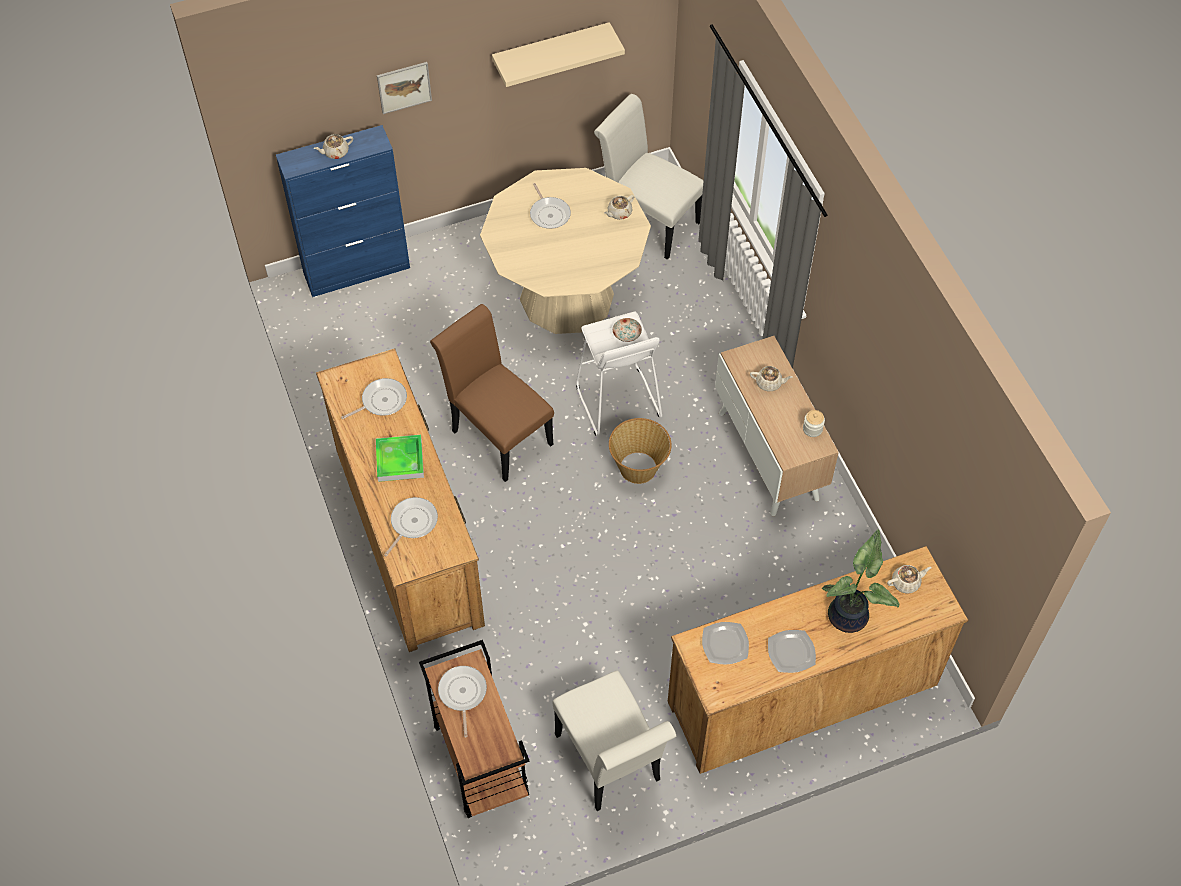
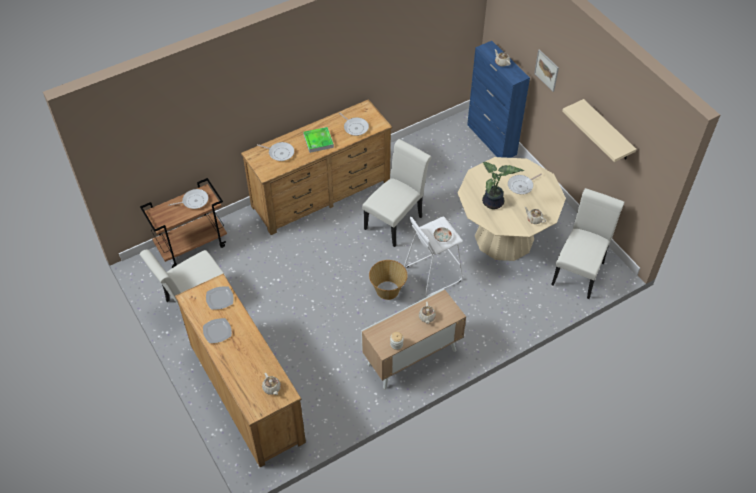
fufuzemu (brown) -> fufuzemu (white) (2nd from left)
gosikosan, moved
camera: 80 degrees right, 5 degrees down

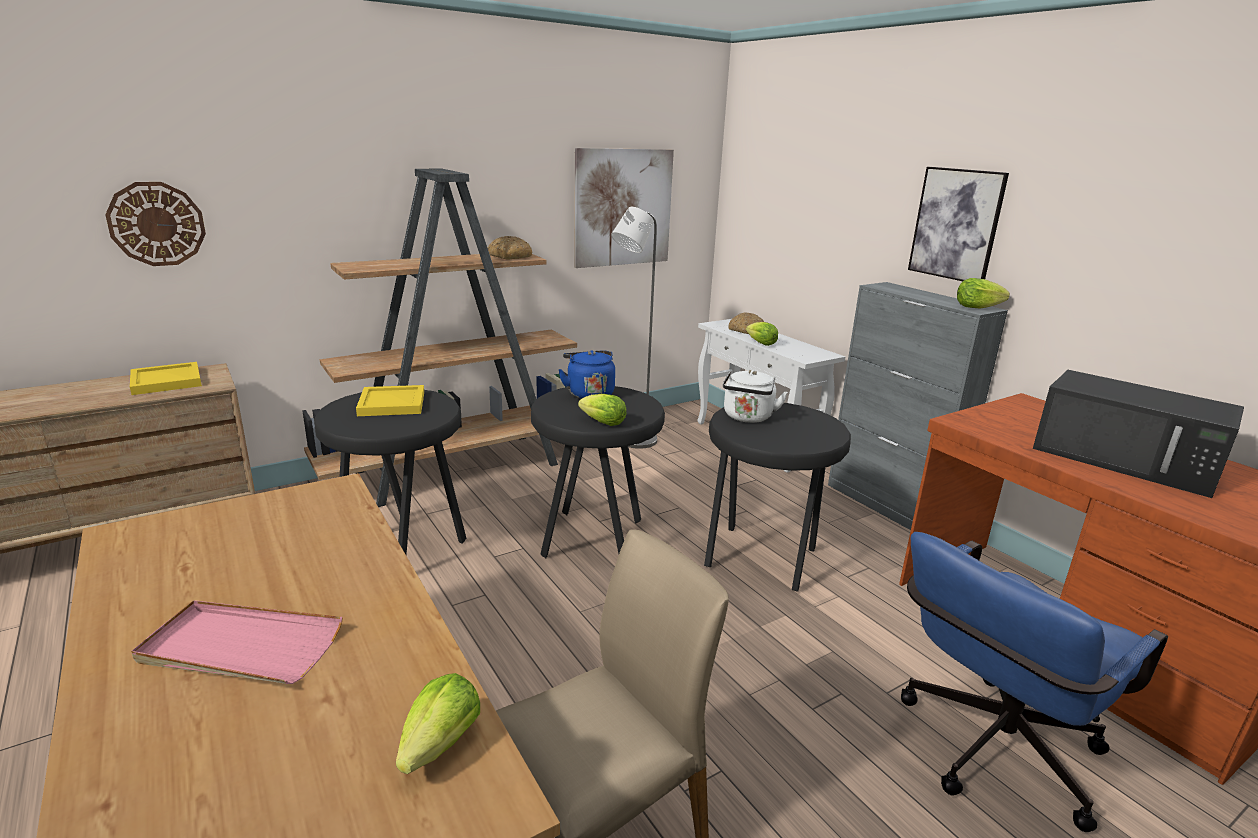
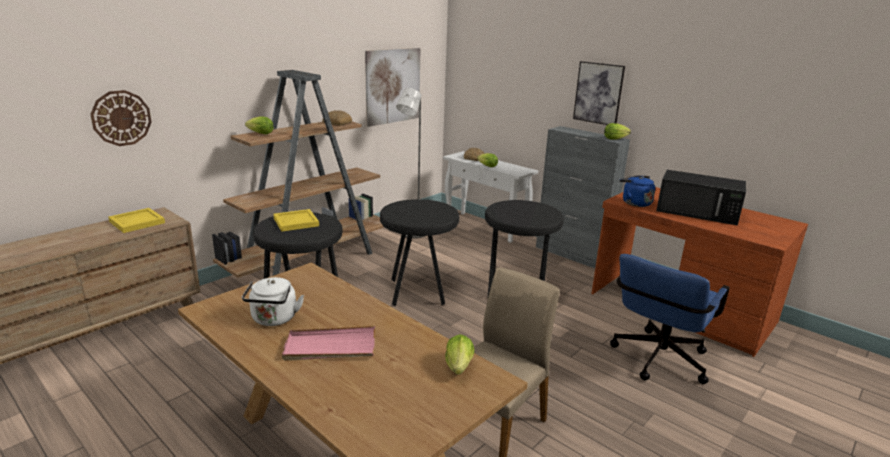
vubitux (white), moved
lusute (2nd from left in the first image) -> lusute (1st from left), moved
vubitux (blue), moved
camera: 15 degrees left, 0 degrees up

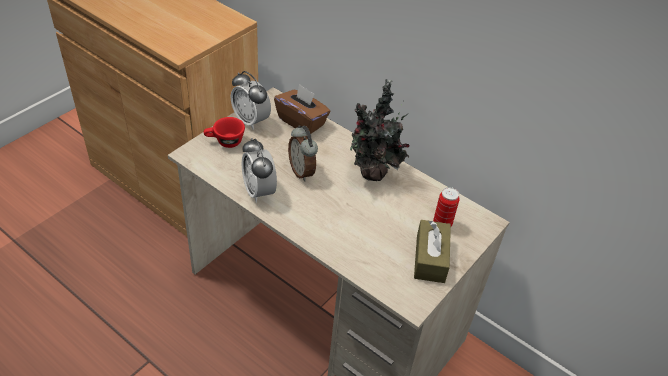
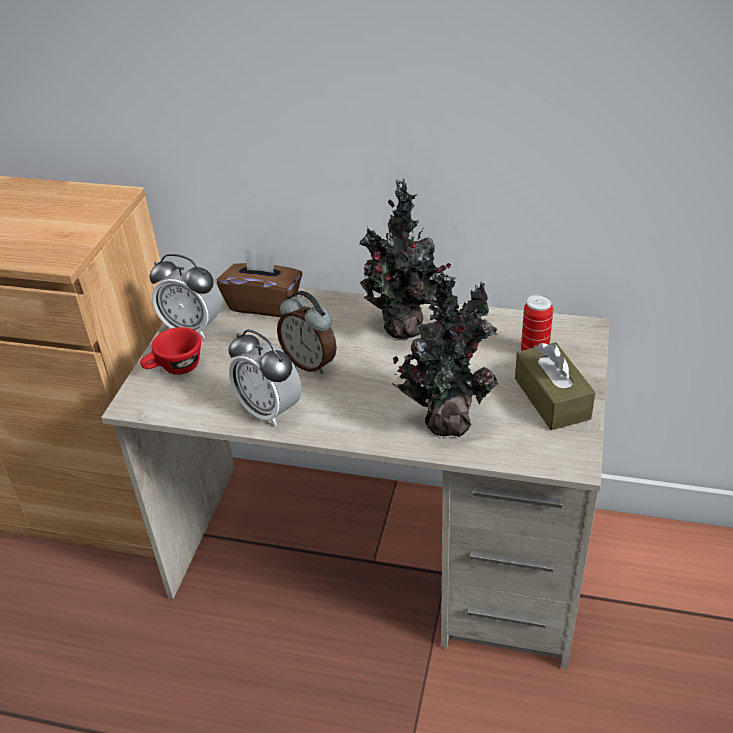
none -> gosikosan (2nd from left)
camera: 20 degrees left, 5 degrees down

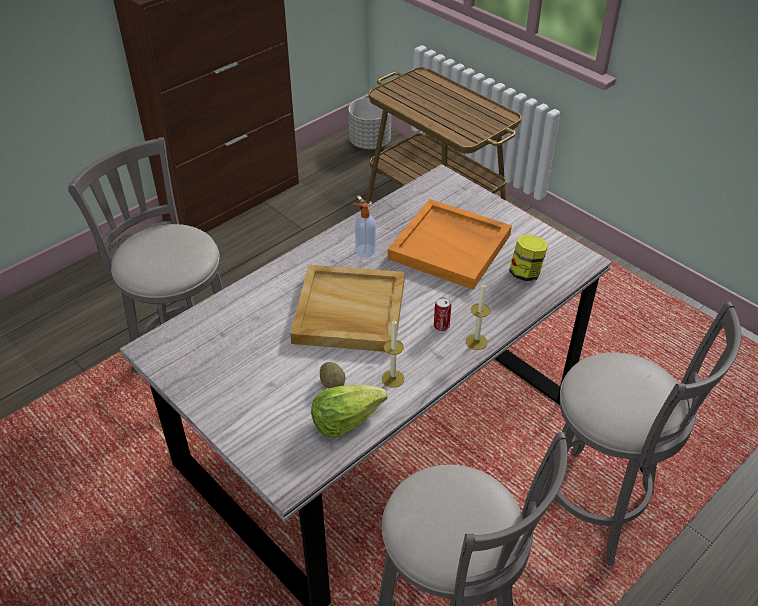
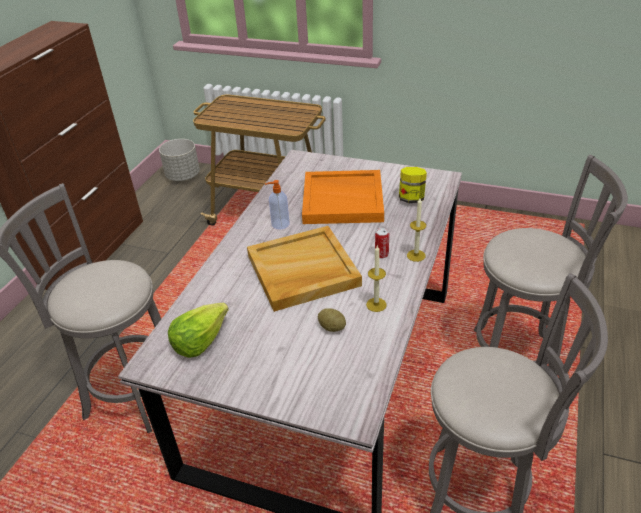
lusute, moved
camera: 25 degrees left, 5 degrees down

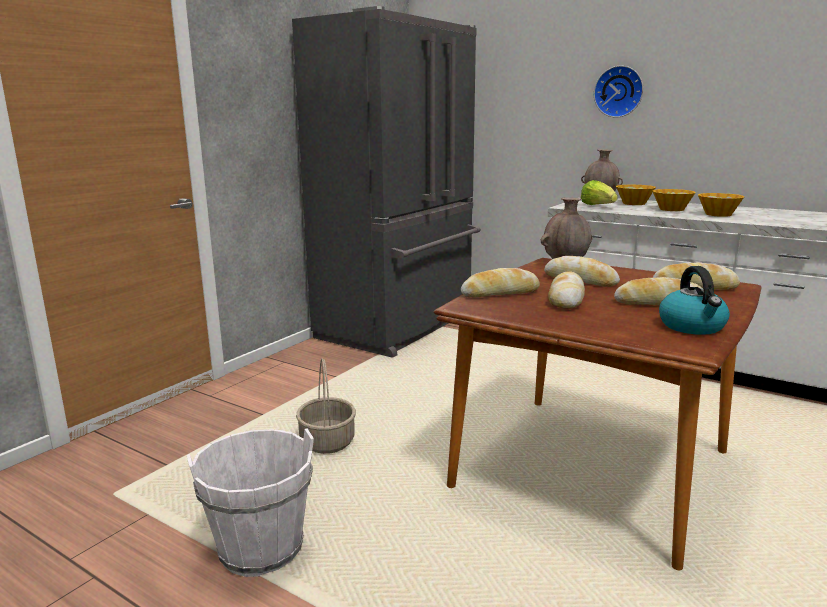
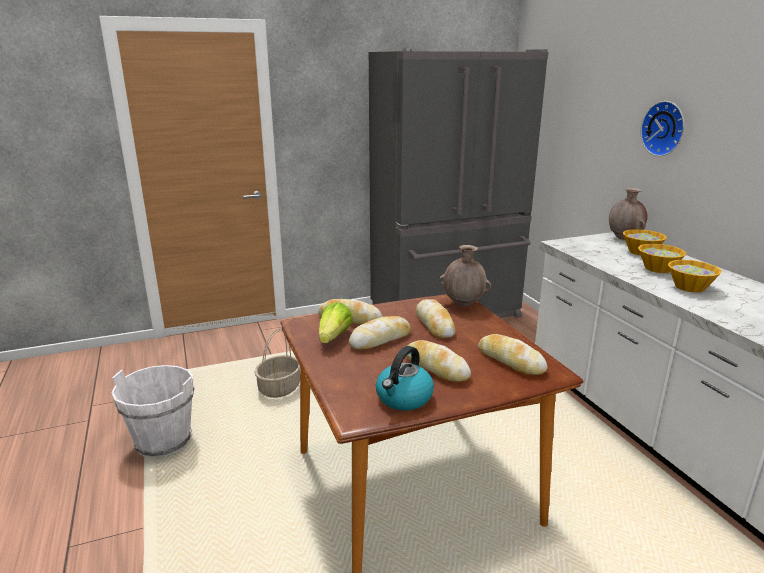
lusute, moved
camera: 35 degrees right, 5 degrees up

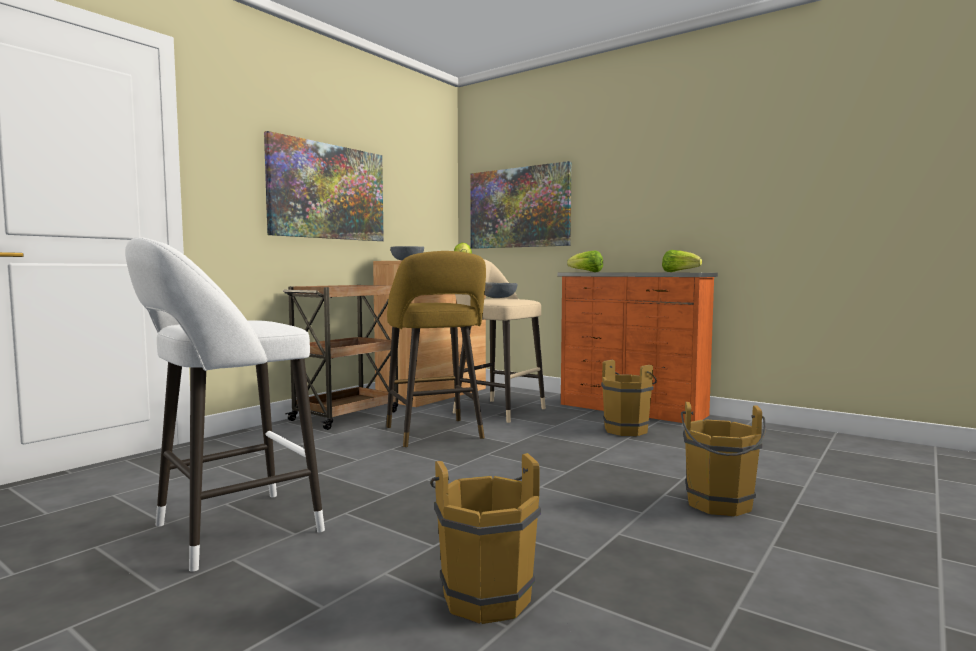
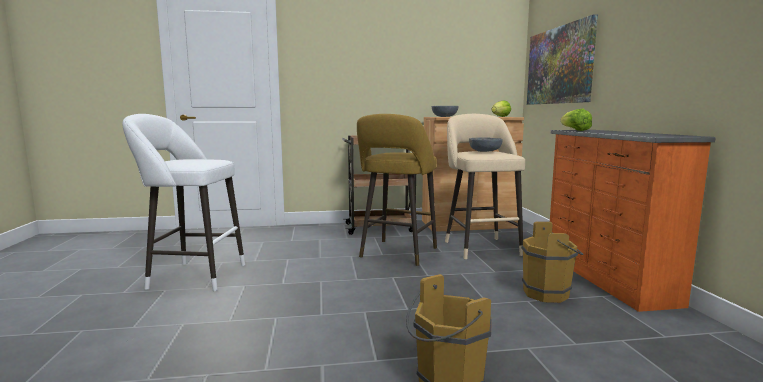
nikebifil (1st from left) -> none
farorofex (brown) (1st from left) -> none
lusute (3rd from left) -> none
camera: 45 degrees right, 5 degrees up

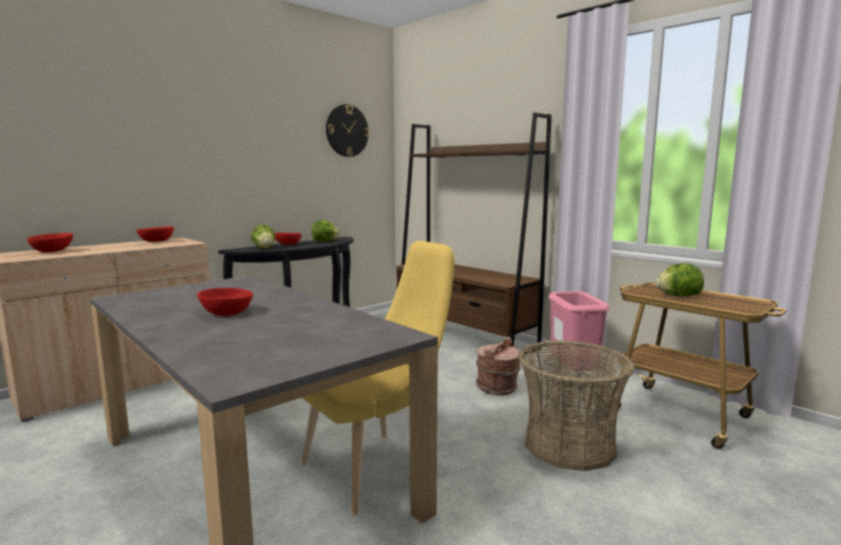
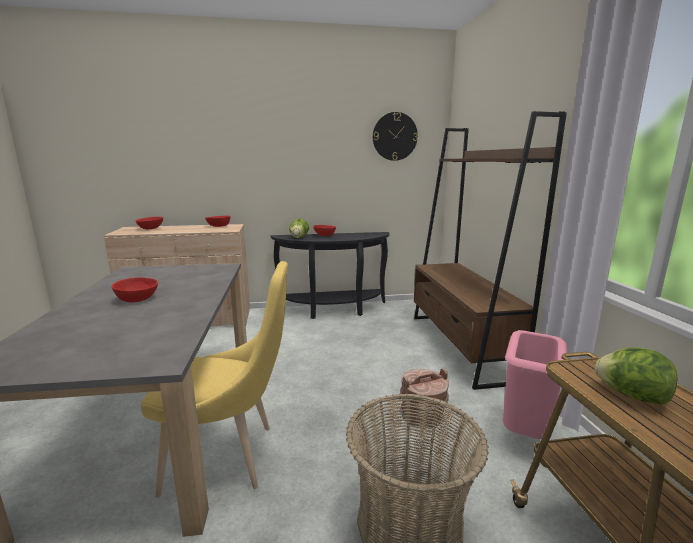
lusute (2nd from left) -> none
camera: 35 degrees right, 5 degrees up

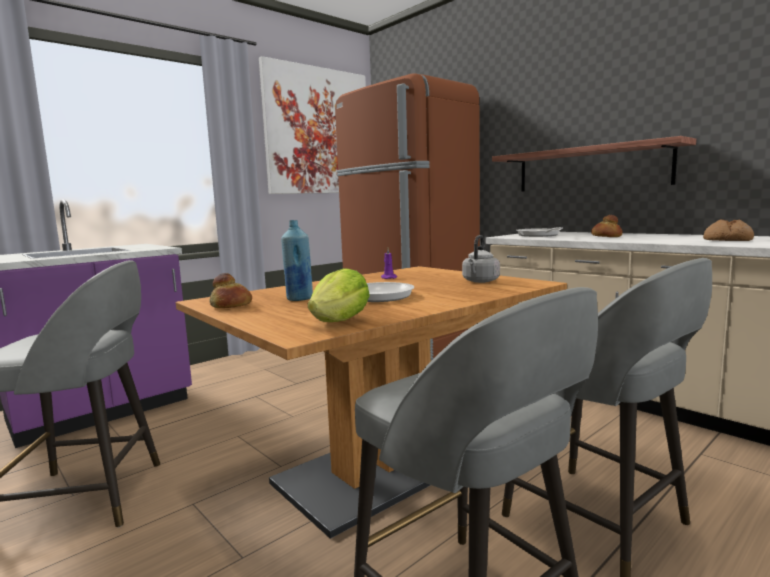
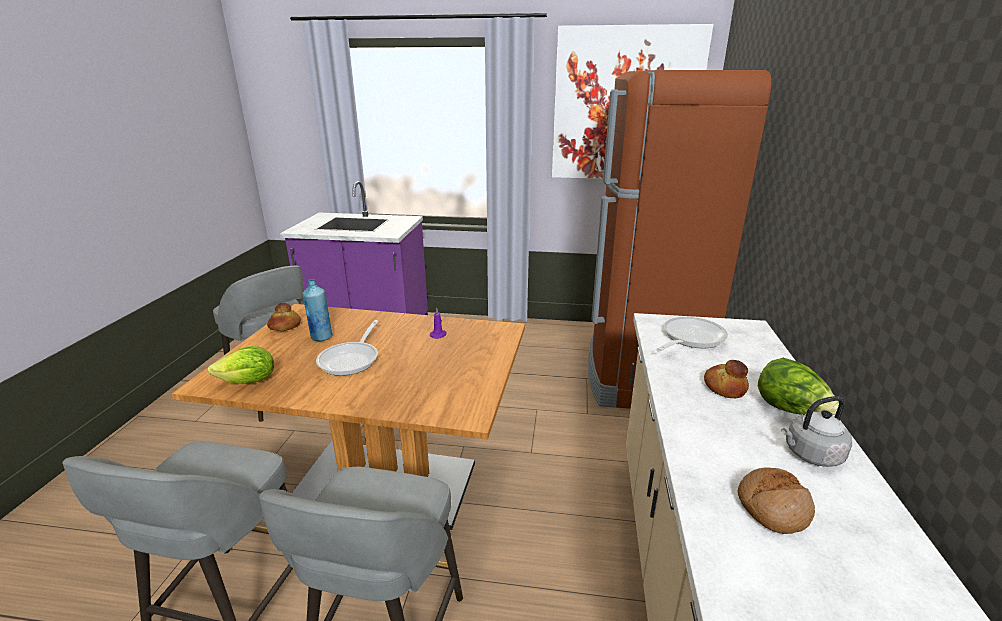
none -> lusute (2nd from left)
vubitux (grey), moved
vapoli -> none
camera: 50 degrees right, 15 degrees up

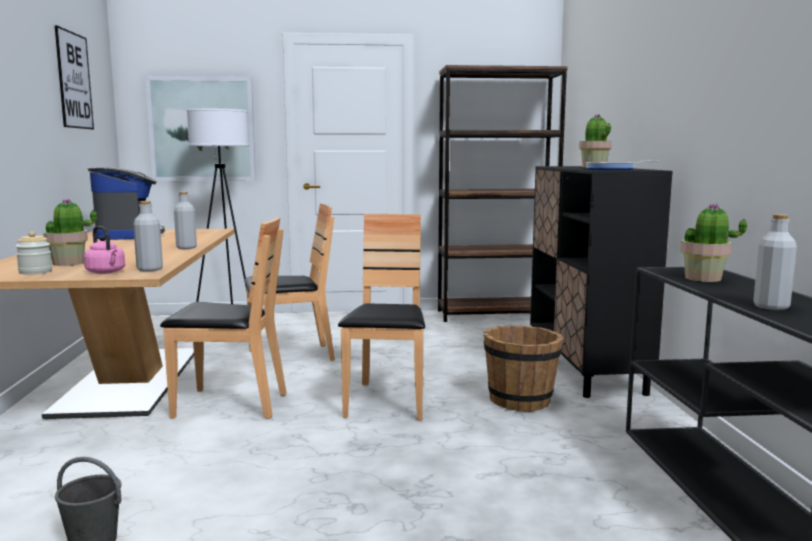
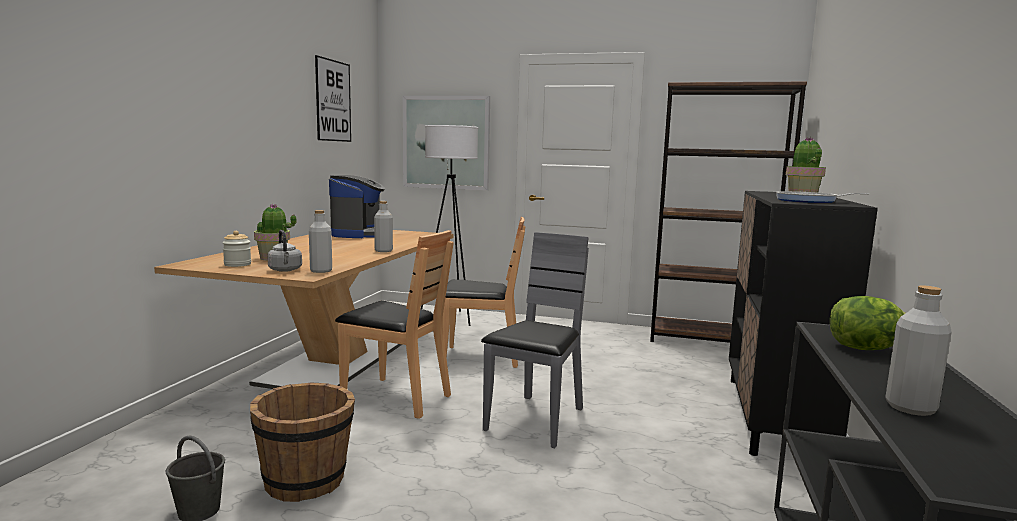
farorofex (brown), moved
vubitux (pink) -> vubitux (grey)
fufuzemu (brown) (3rd from left) -> fufuzemu (grey)
gosikosan (3rd from left) -> lusute
camera: 20 degrees right, 0 degrees up

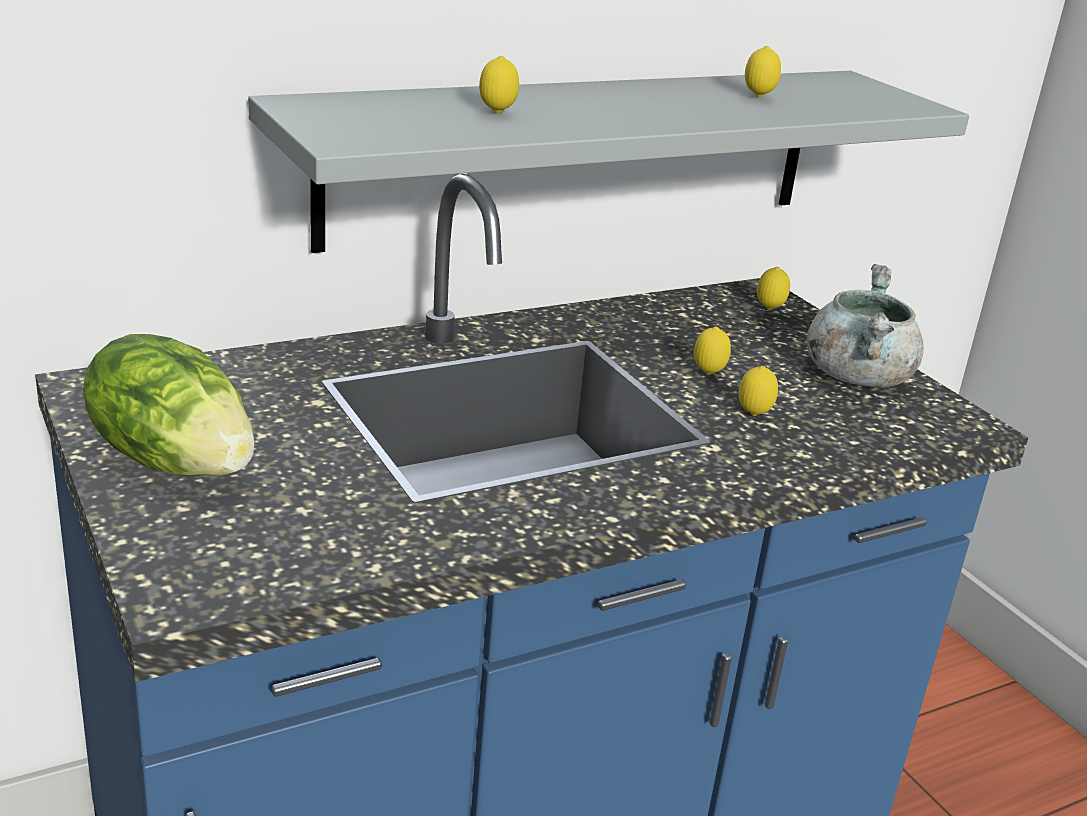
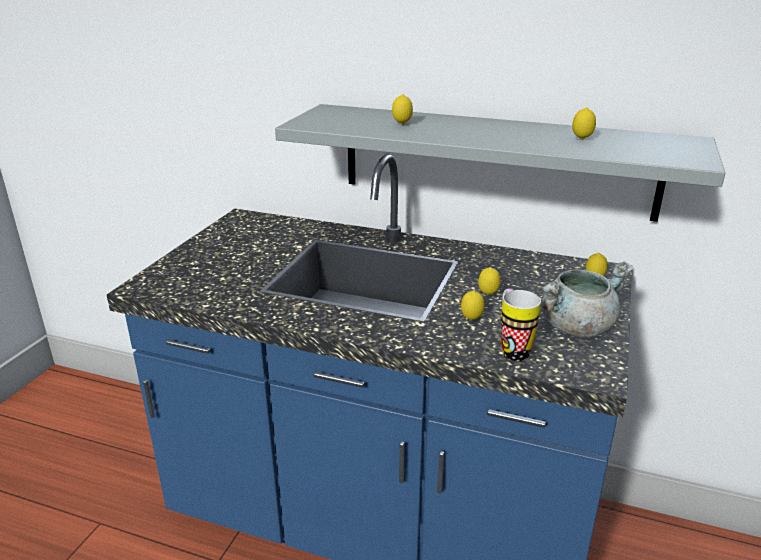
none -> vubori
lusute -> none
camera: 50 degrees right, 0 degrees up

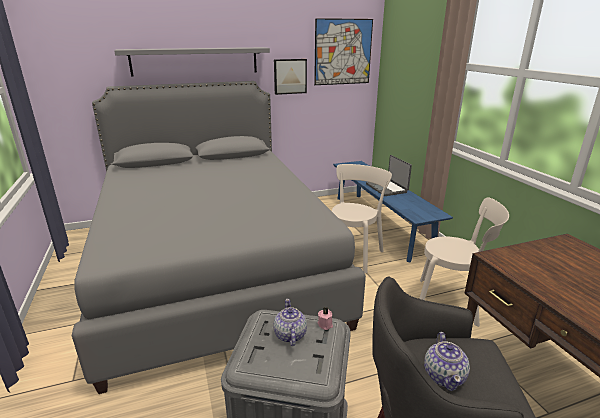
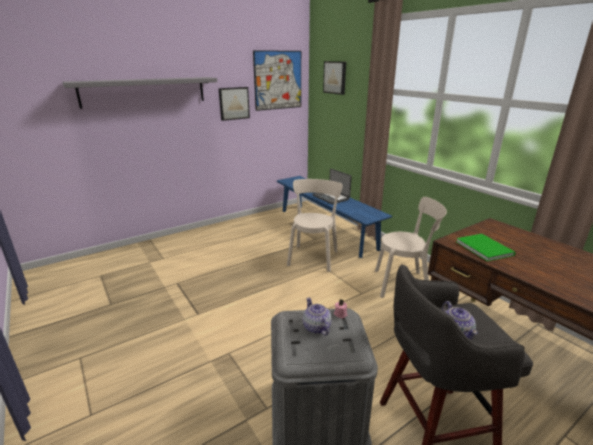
none -> nikebifil (3rd from left)
none -> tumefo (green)
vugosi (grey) -> none
camera: 15 degrees left, 0 degrees up

